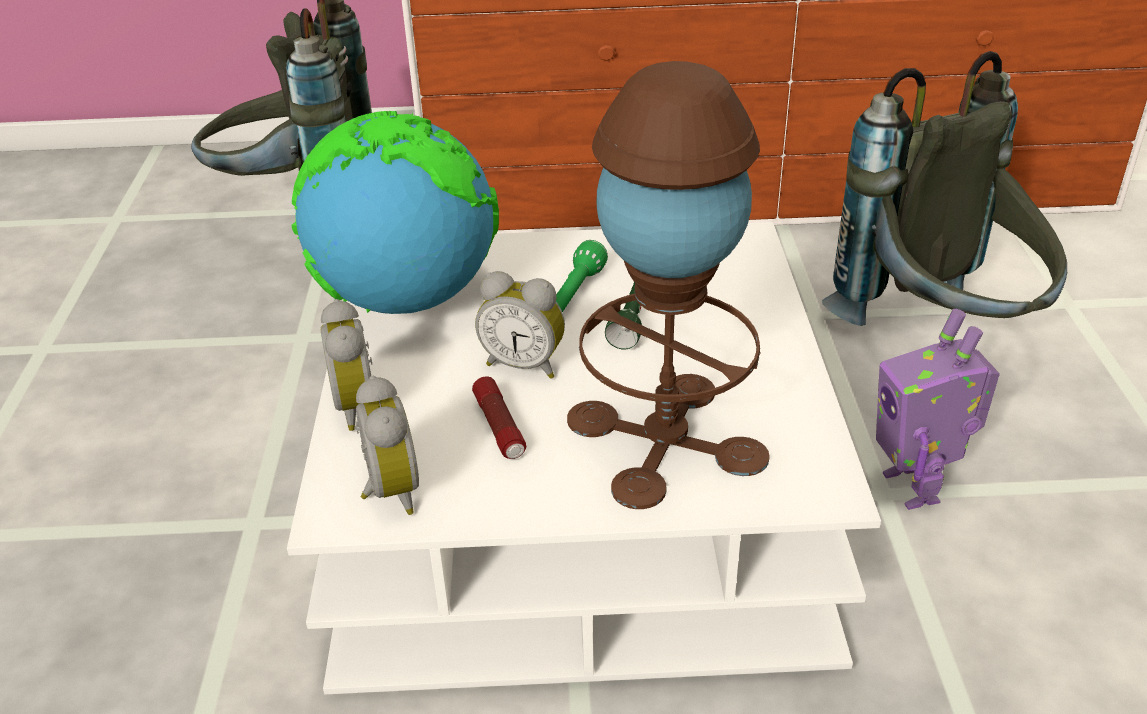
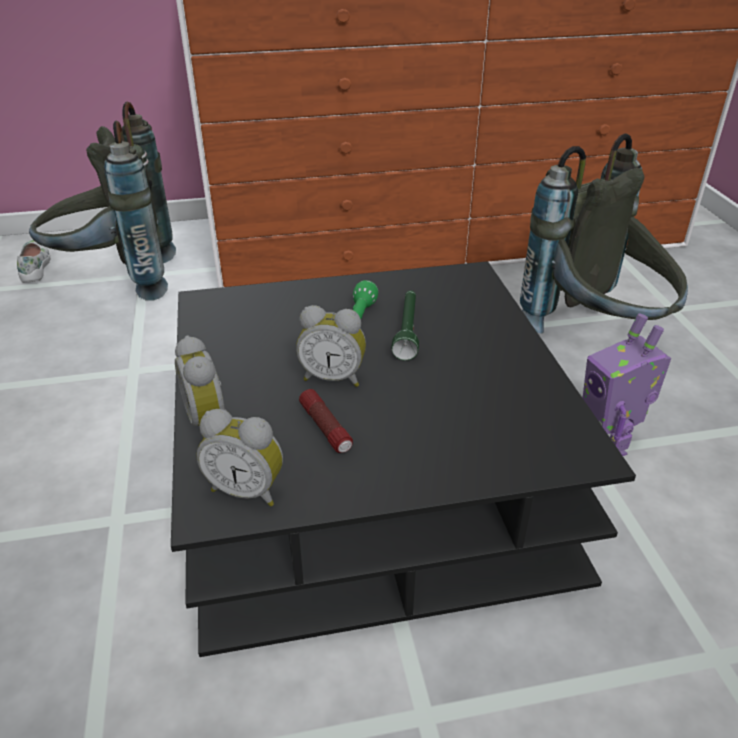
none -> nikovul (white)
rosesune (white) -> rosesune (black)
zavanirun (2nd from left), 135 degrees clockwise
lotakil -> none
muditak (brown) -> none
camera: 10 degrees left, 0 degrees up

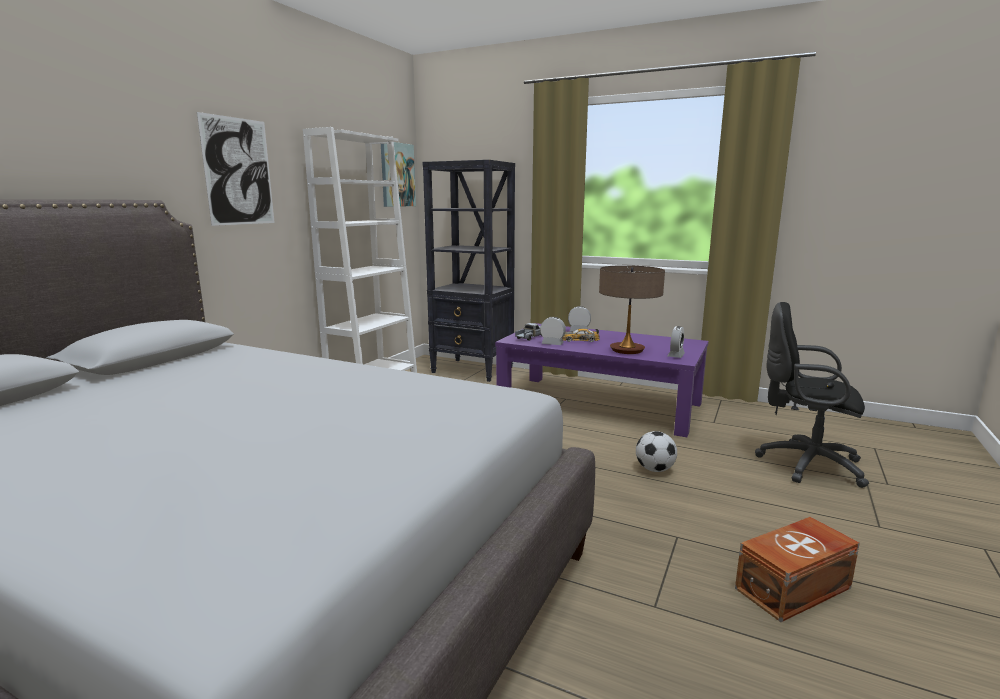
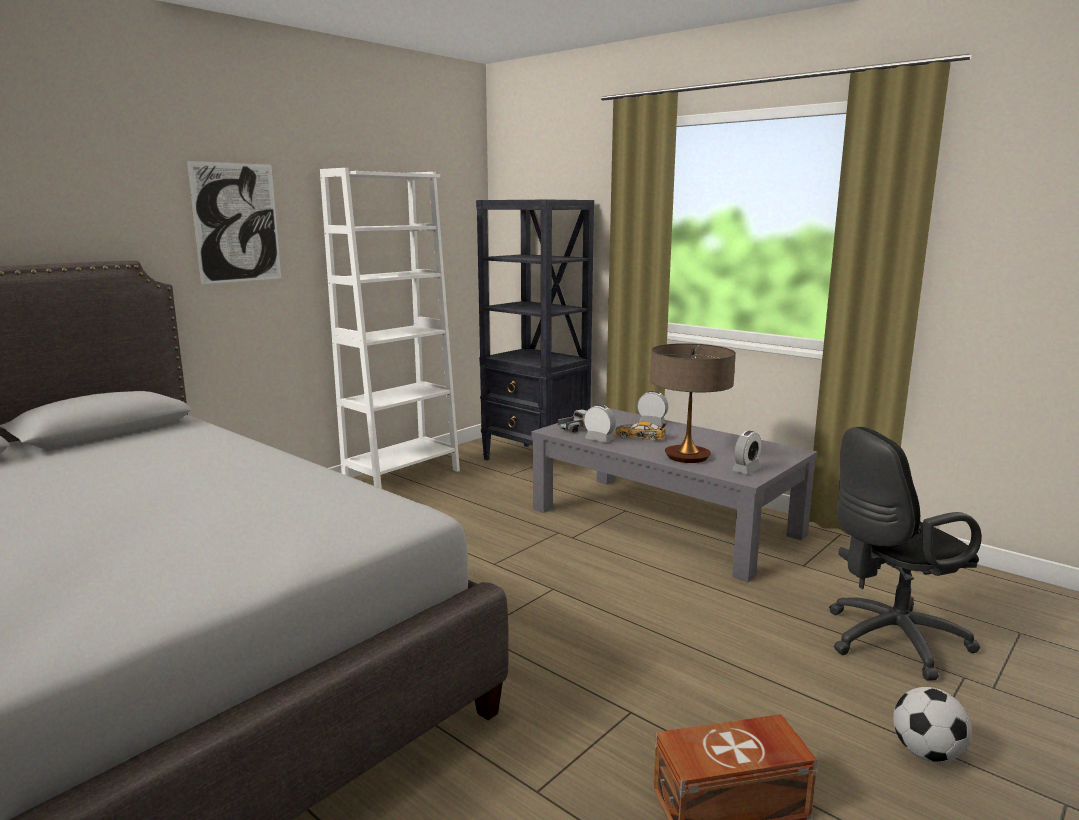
rosesune (purple) -> rosesune (grey)
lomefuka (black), 60 degrees counterclockwise
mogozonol, moved
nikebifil (2nd from left) -> none
camera: 15 degrees right, 0 degrees up

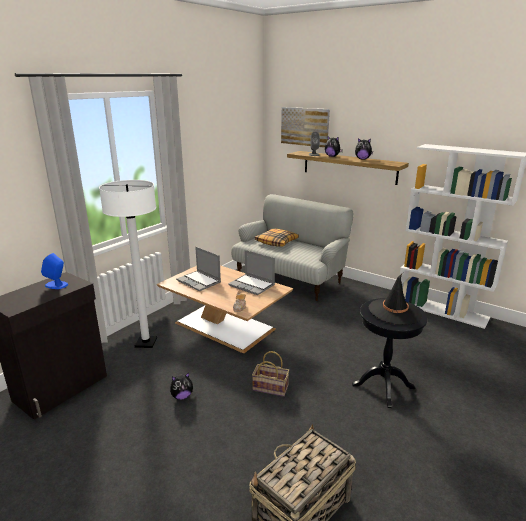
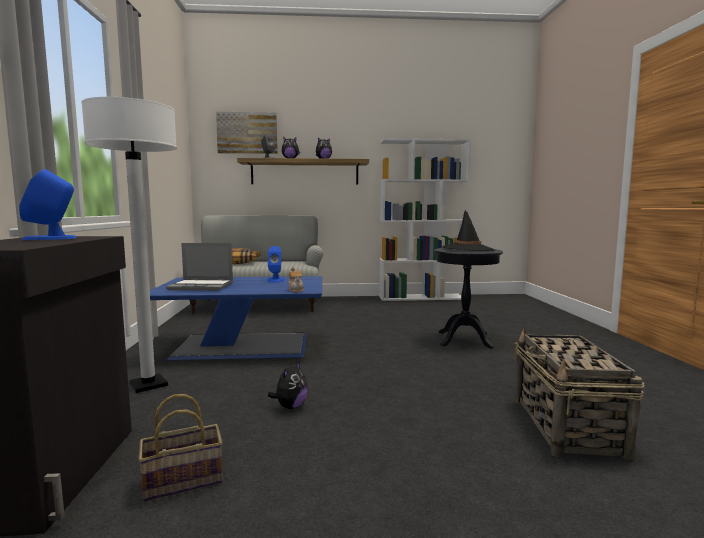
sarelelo (1st from left), moved
rosesune (brown) -> rosesune (blue)
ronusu (2nd from left) -> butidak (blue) (2nd from left)
camera: 40 degrees left, 15 degrees down

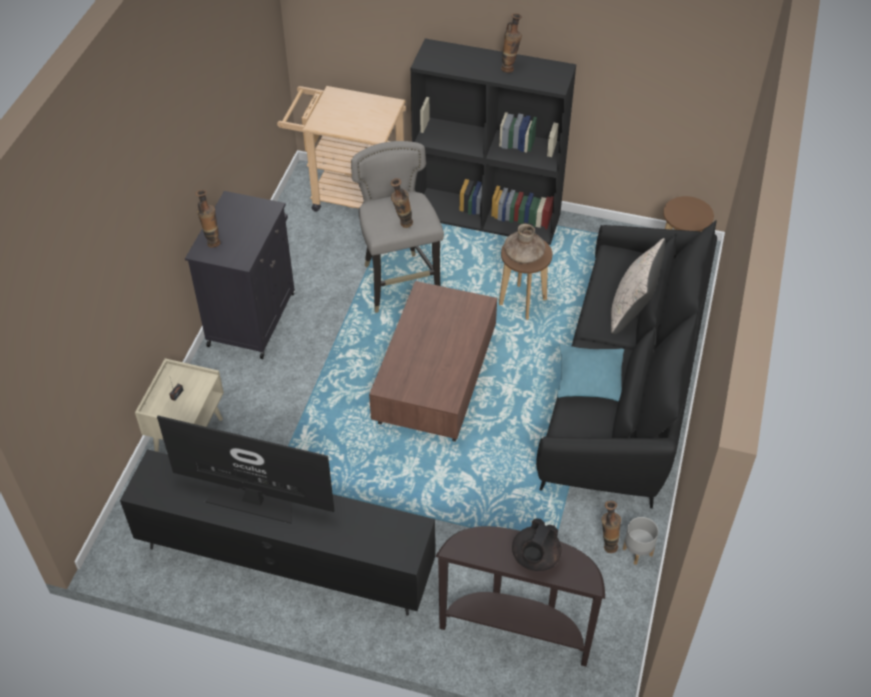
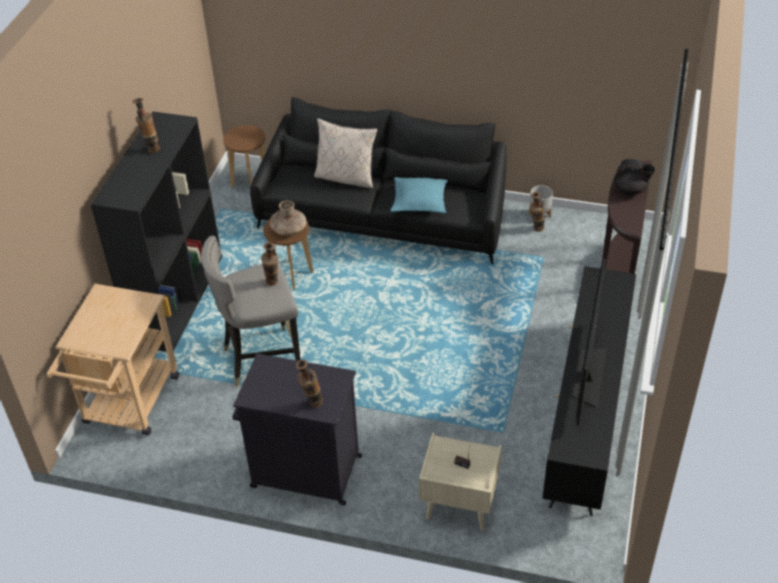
rosesune (brown) -> none
camera: 90 degrees left, 5 degrees down

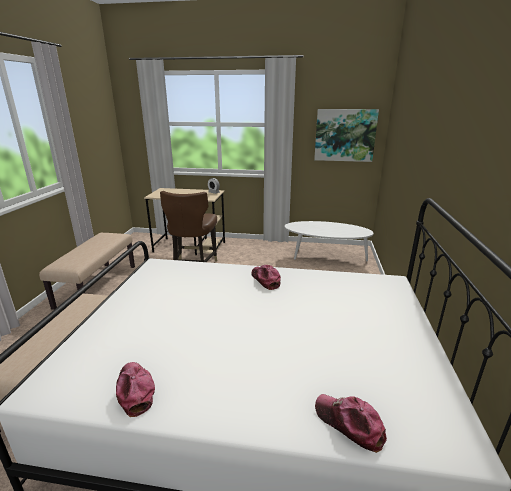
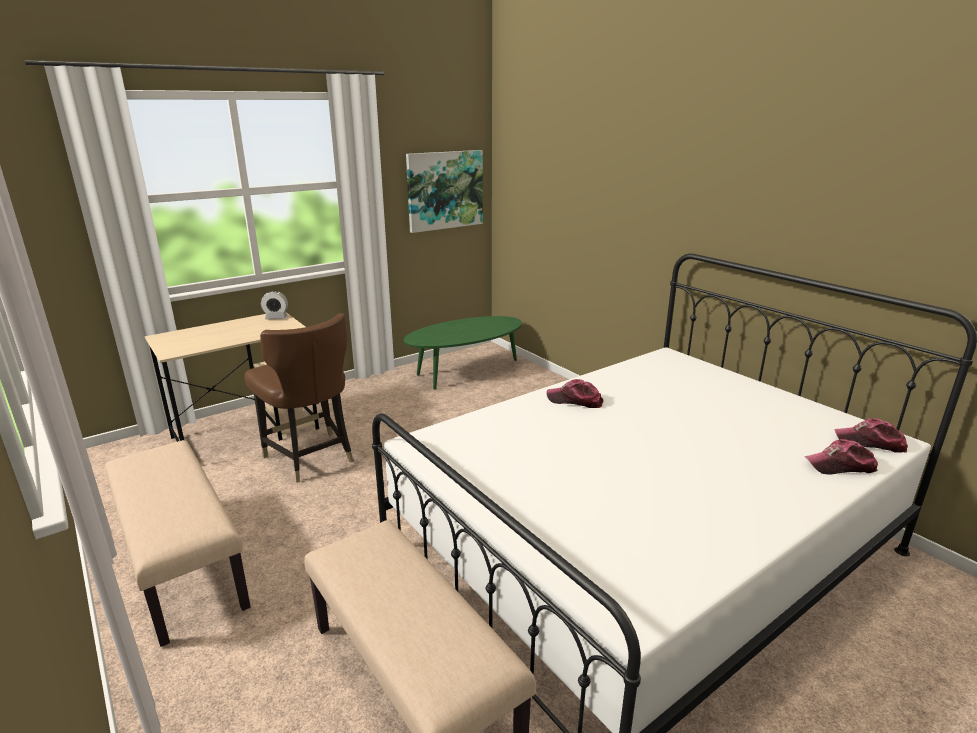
rosesune (white) -> rosesune (green)
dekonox (1st from left in the first image) -> dekonox (3rd from left), moved
camera: 45 degrees left, 0 degrees up

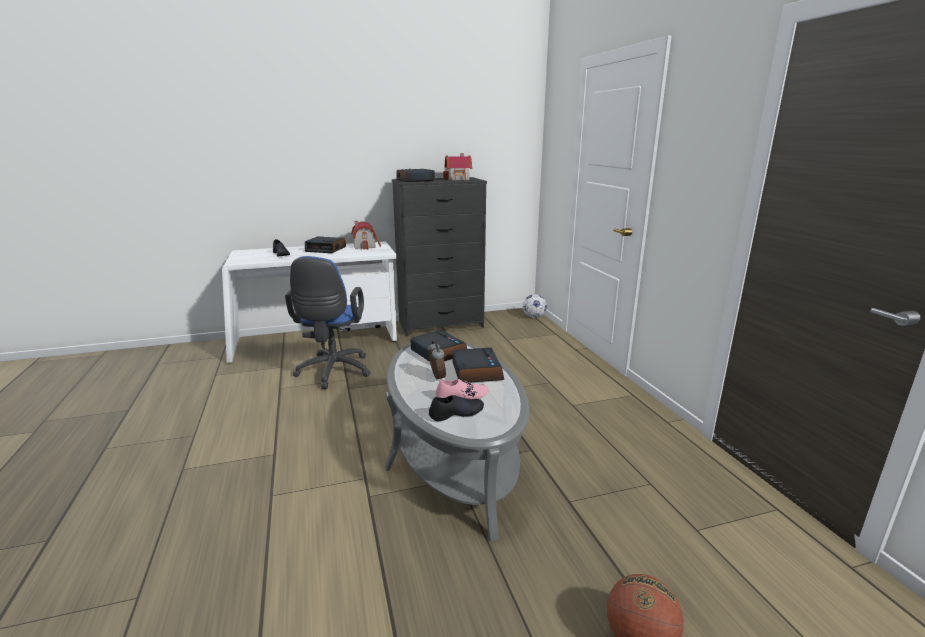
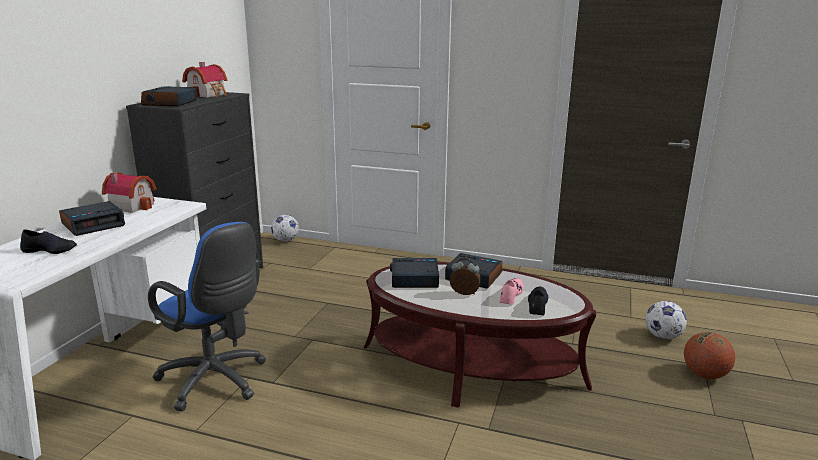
rosesune (grey) -> rosesune (brown)
none -> mogozonol (2nd from left)
camera: 55 degrees left, 0 degrees up

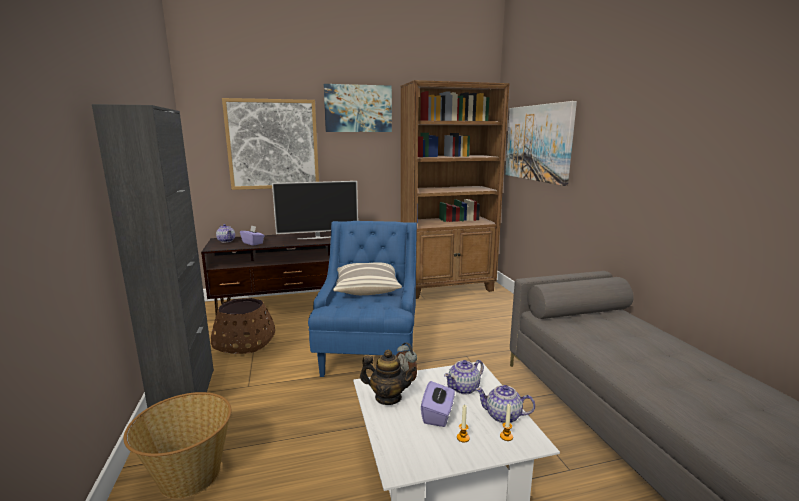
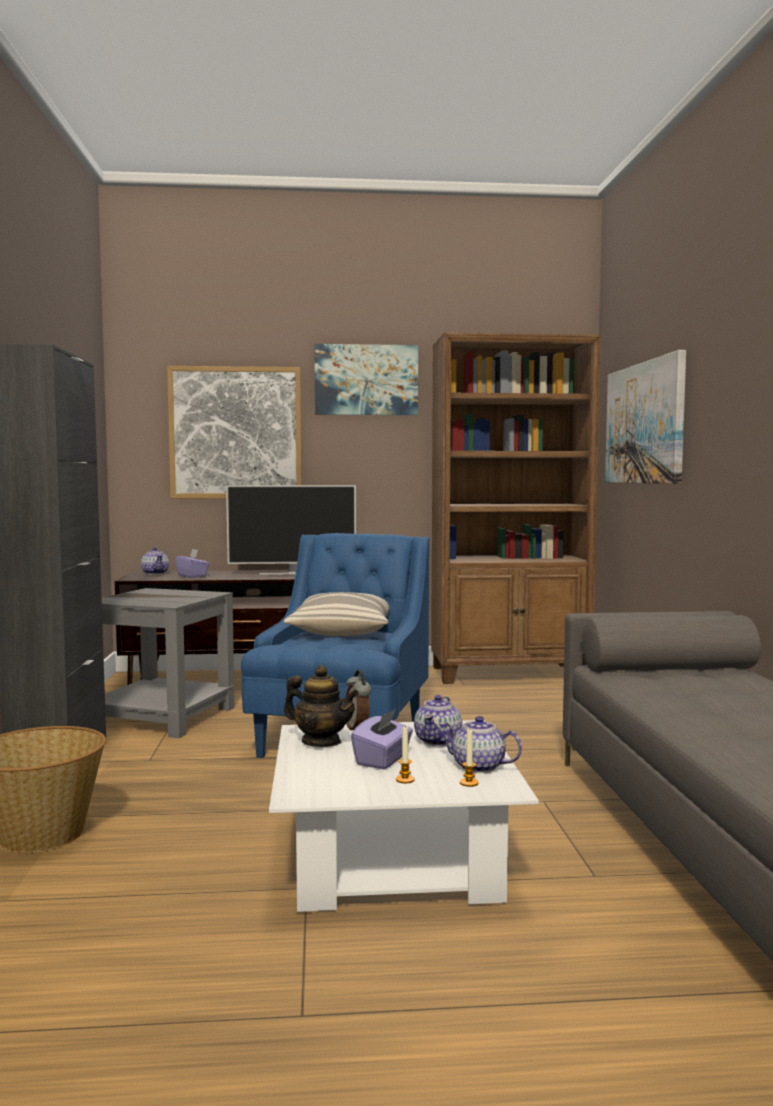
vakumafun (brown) -> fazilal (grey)
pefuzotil (3rd from left), 45 degrees counterclockwise
camera: 10 degrees right, 10 degrees down

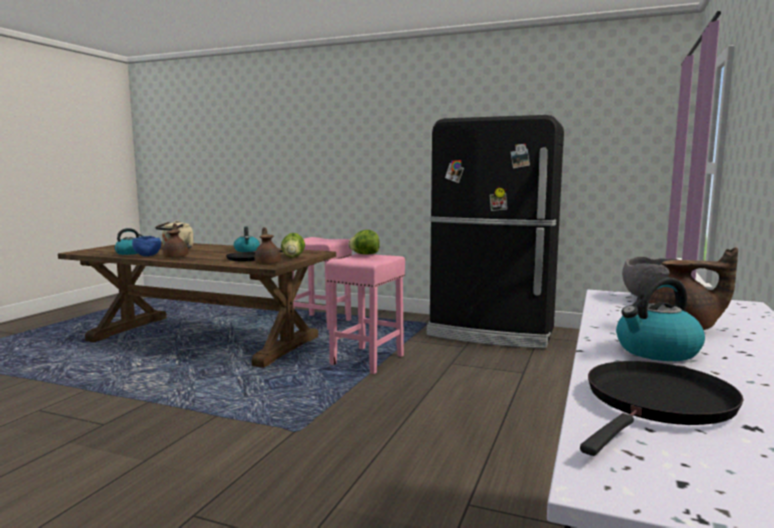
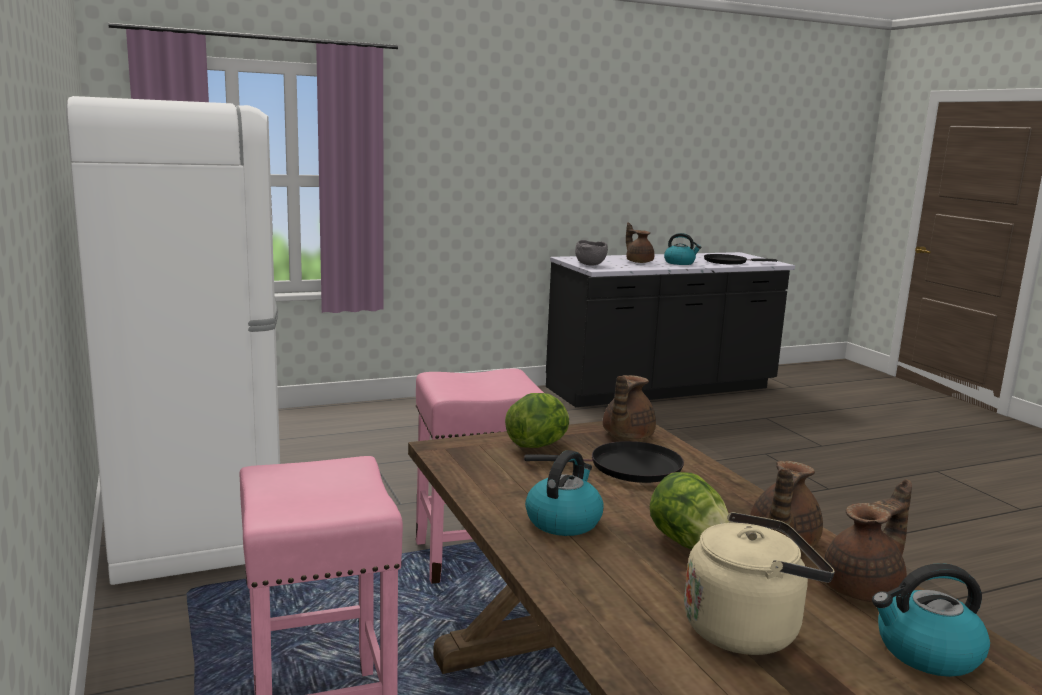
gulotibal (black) -> gulotibal (white)
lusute (2nd from left), moved
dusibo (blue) -> pefuzotil (brown) (4th from left)
camera: 135 degrees left, 5 degrees up

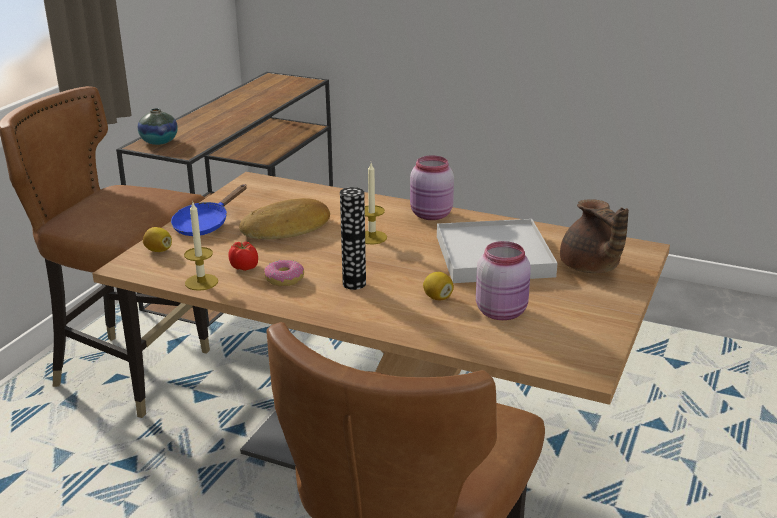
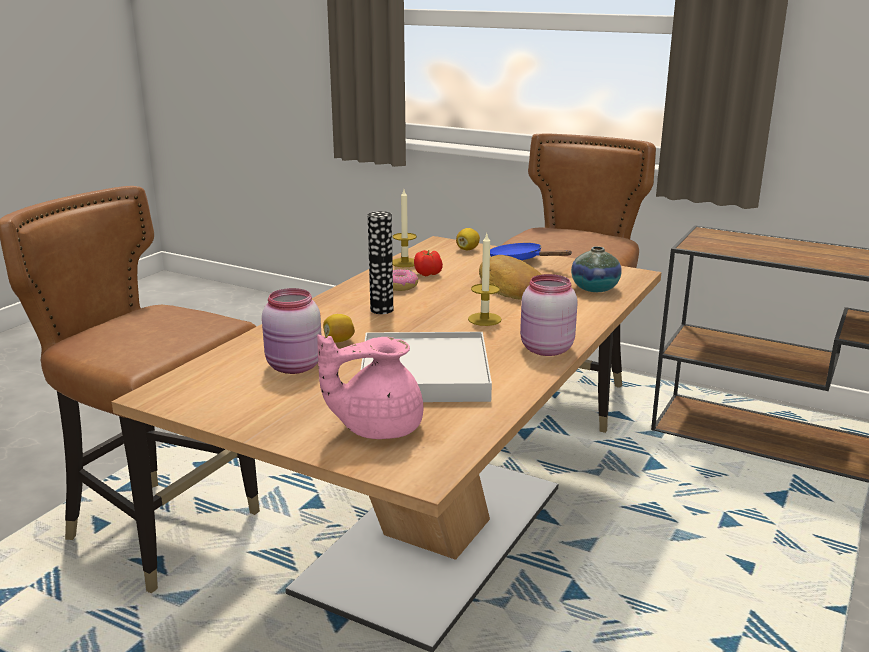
pefuzotil (brown) -> pefuzotil (pink)
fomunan (1st from left in the first image) -> fomunan (2nd from left), moved
camera: 95 degrees right, 5 degrees down

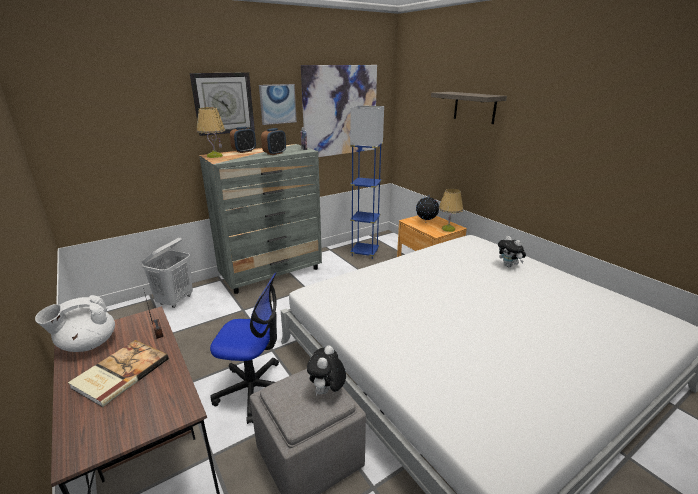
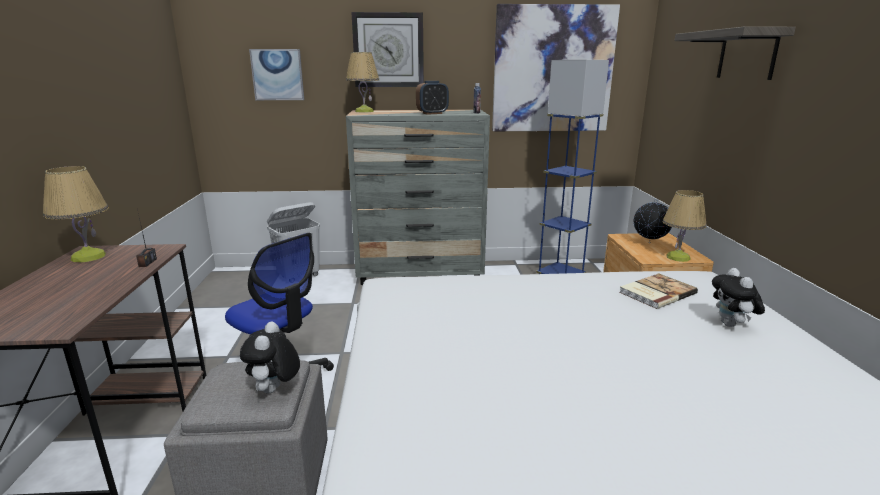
pefuzotil (white) -> muditak (1st from left)
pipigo (1st from left), 45 degrees counterclockwise
nikebifil (1st from left), moved
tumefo, moved
zavanirun (1st from left) -> none
camera: 30 degrees right, 5 degrees down

